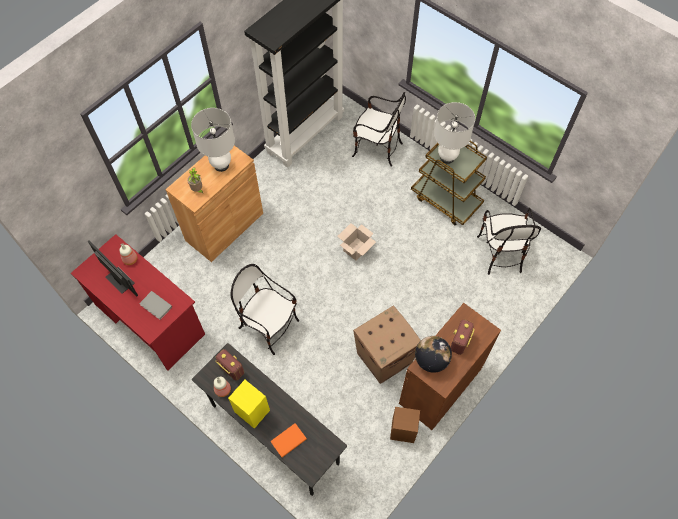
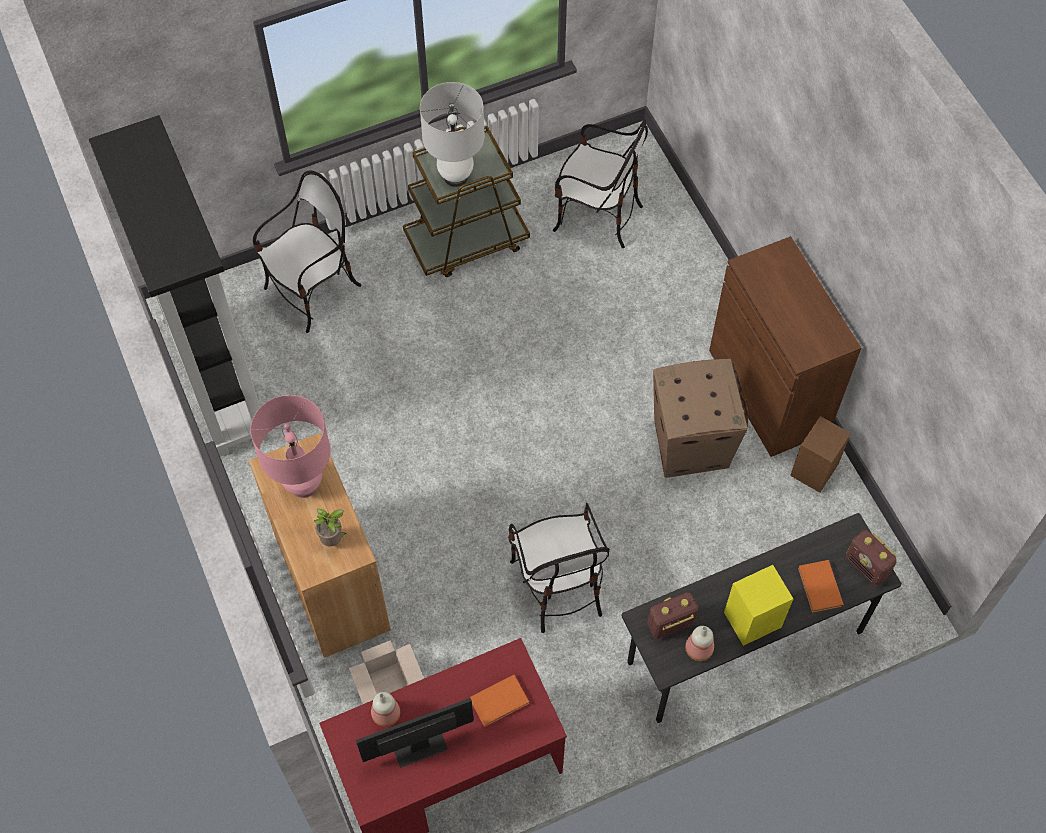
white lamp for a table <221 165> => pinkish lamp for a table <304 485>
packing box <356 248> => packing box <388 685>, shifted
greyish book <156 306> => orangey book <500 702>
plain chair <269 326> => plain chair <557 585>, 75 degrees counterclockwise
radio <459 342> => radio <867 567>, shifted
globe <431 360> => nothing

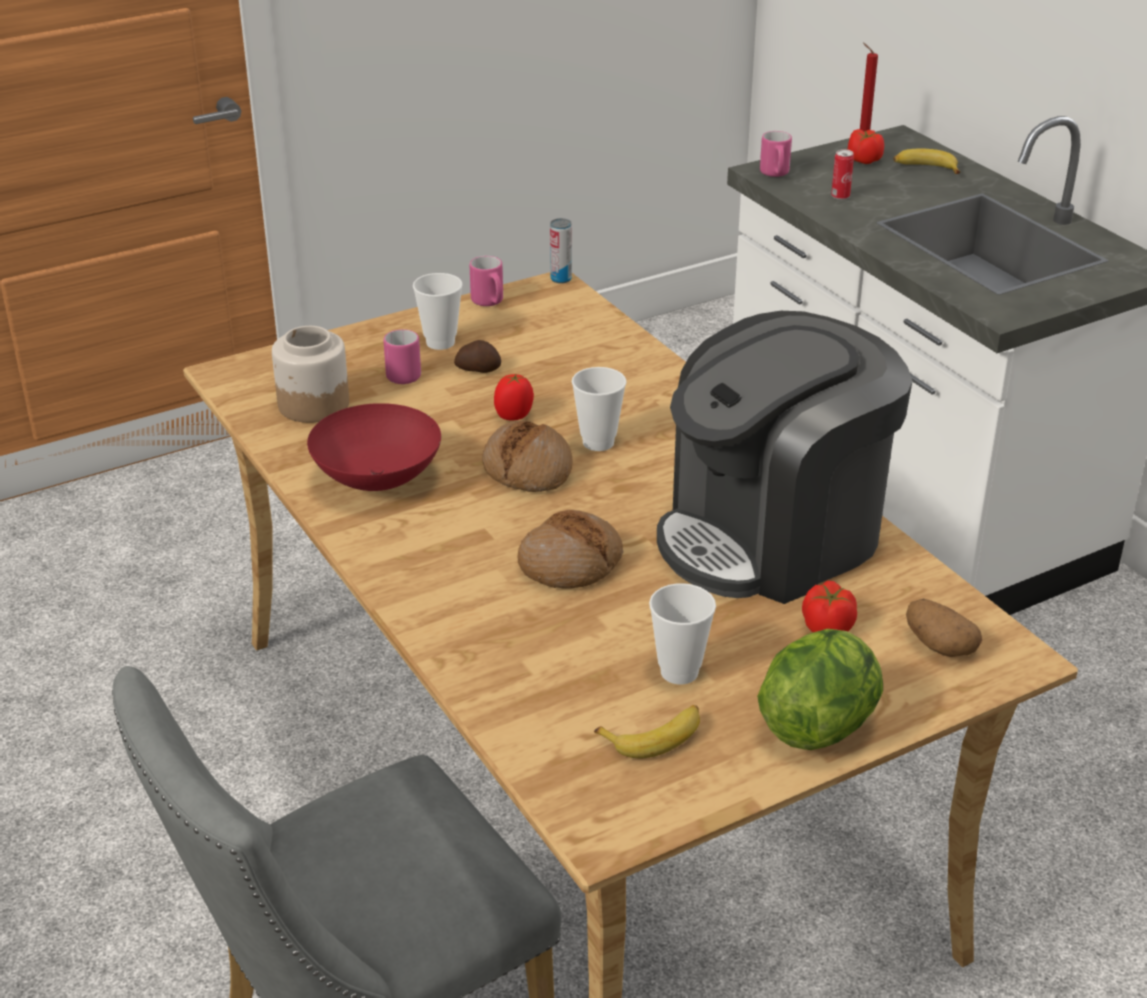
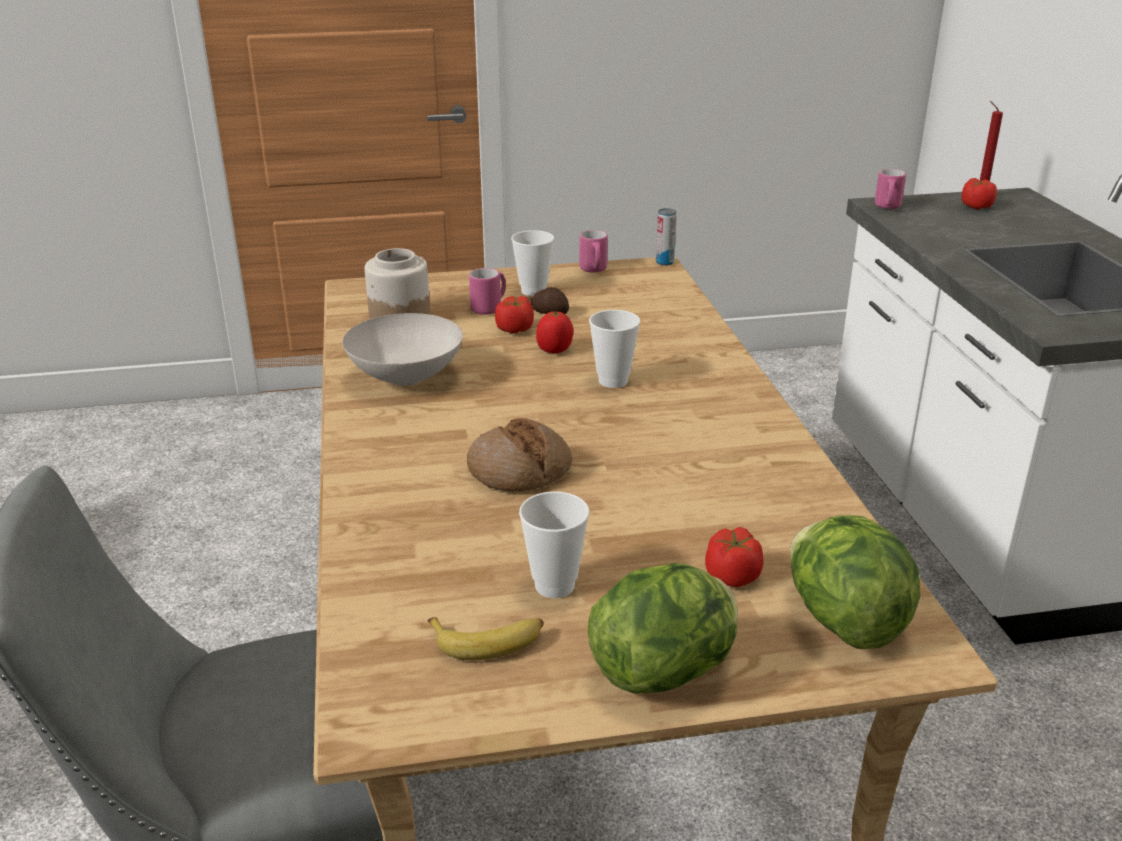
red deep dish <379 480> => white deep dish <407 378>
nothing => tomato <515 329>
spud <938 645> => lettuce head <842 620>
baked bread <528 469> => nothing
coffee brewer <773 537> => nothing
metal can <840 197> => nothing
banana fruit <925 168> => nothing

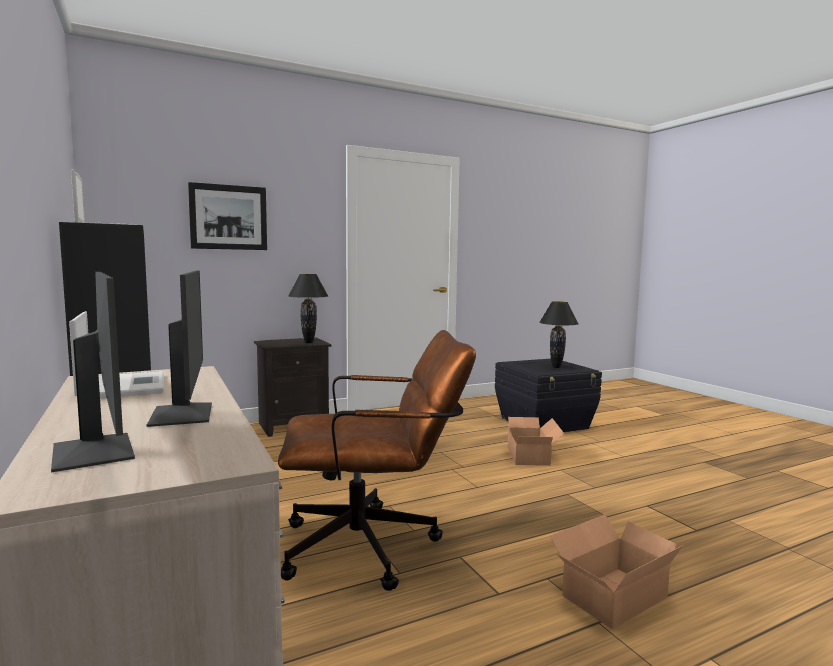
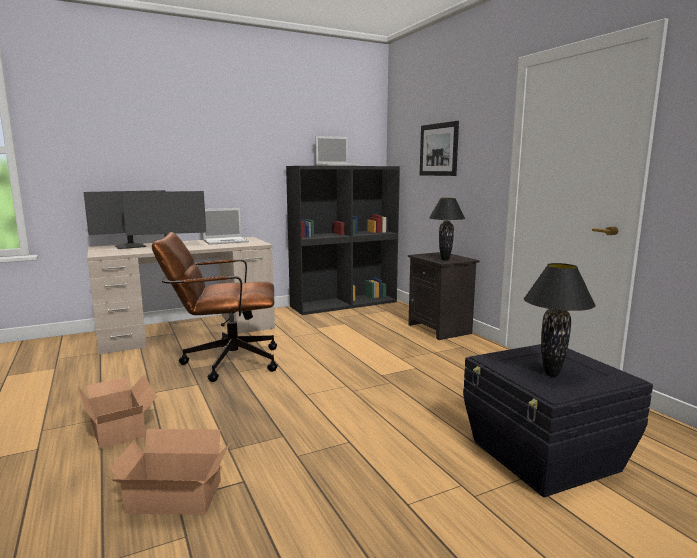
packing box <530 455> => packing box <175 498>, shifted
brown desk chair <374 546> => brown desk chair <223 362>, 90 degrees clockwise

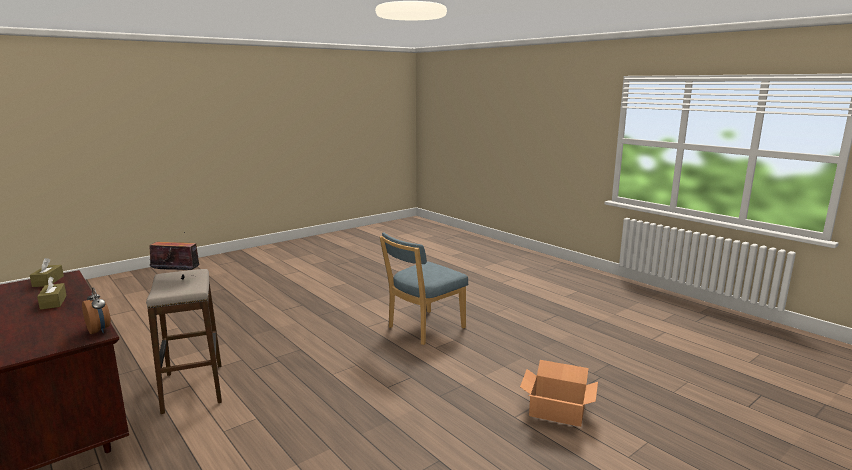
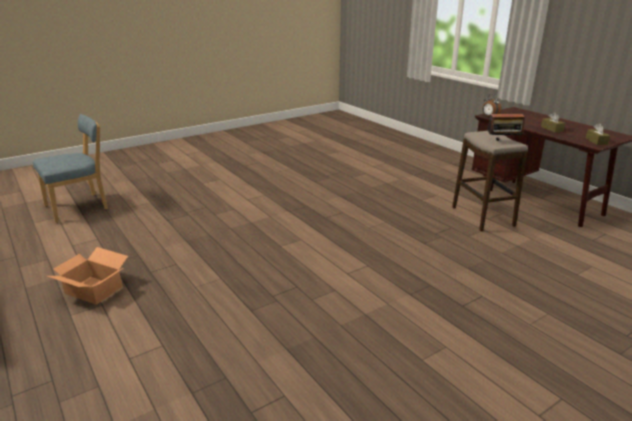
blue plain chair <423 328> => blue plain chair <80 207>, shifted
packing box <556 410> => packing box <93 290>, shifted

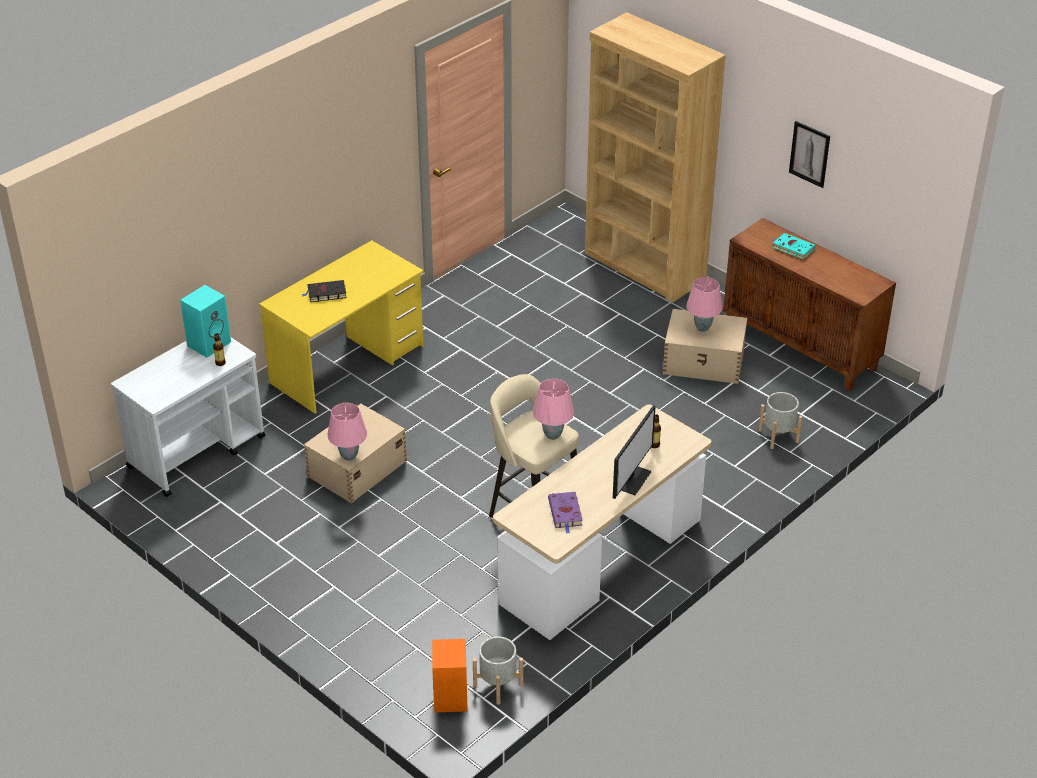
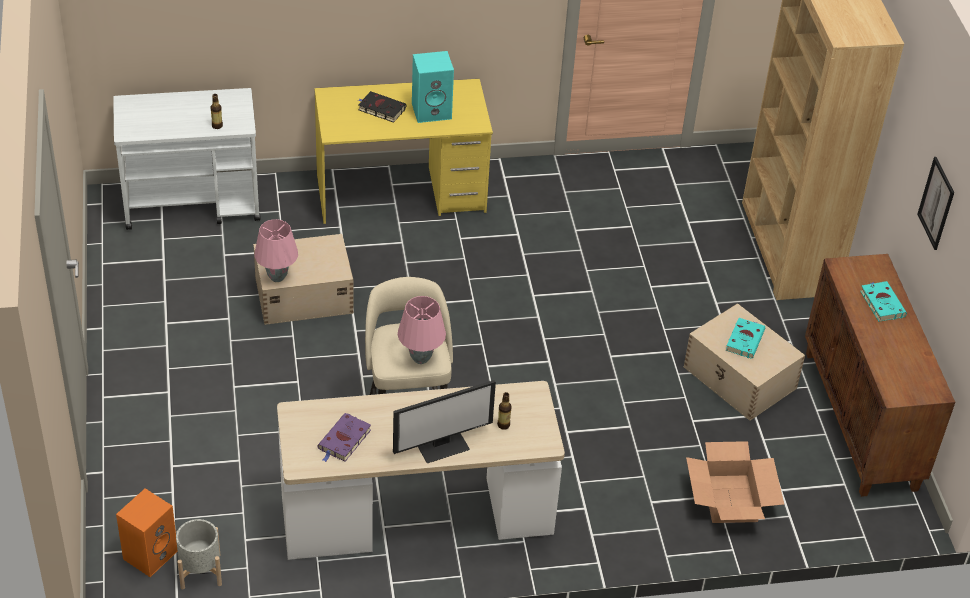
turquoise audio speaker <209 343> => turquoise audio speaker <432 110>, shifted
greyish plant pot <778 436> => packing box <730 499>
pinkish lamp for a table <702 328> => turquoise book <745 339>

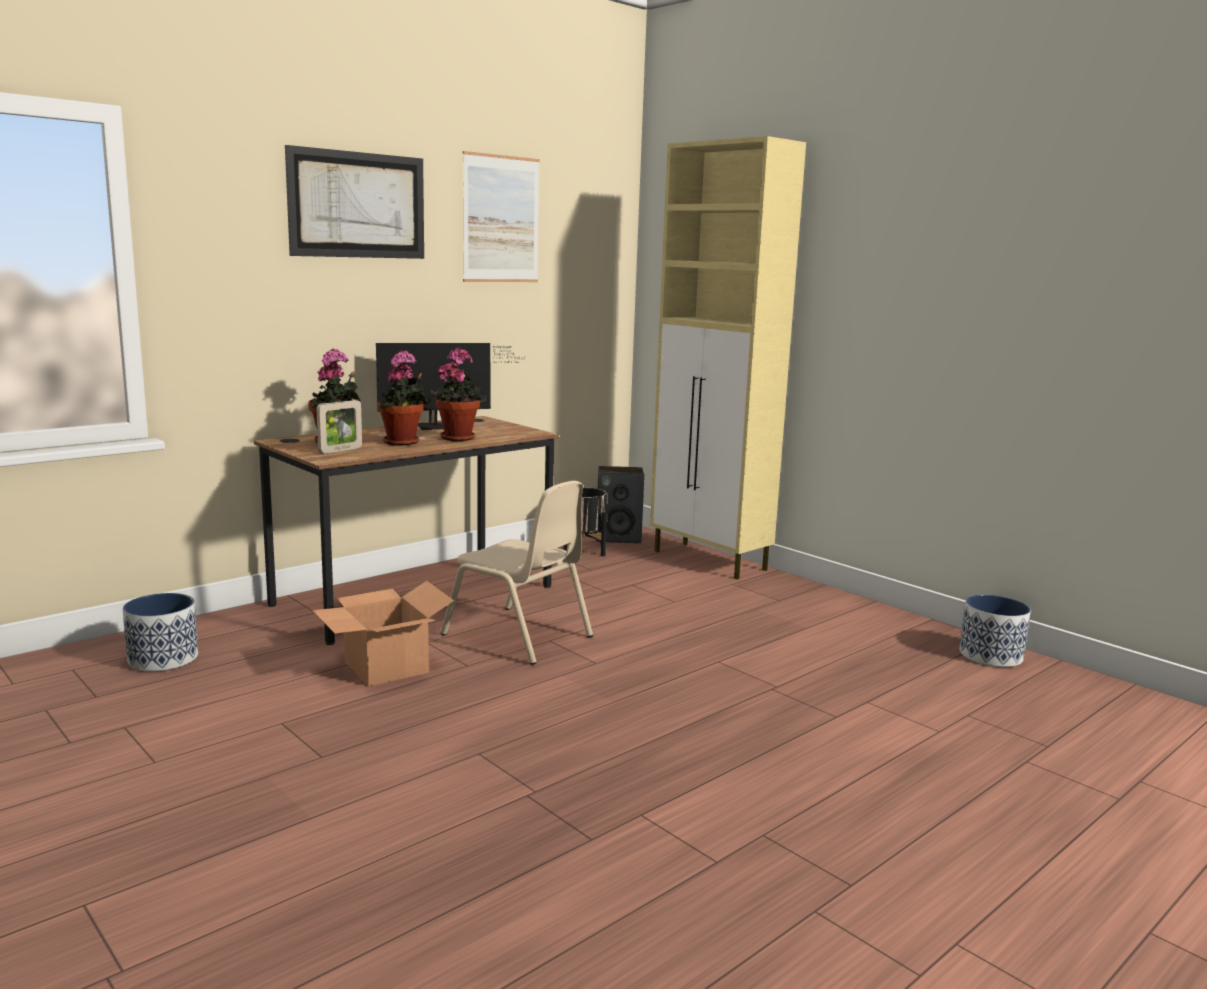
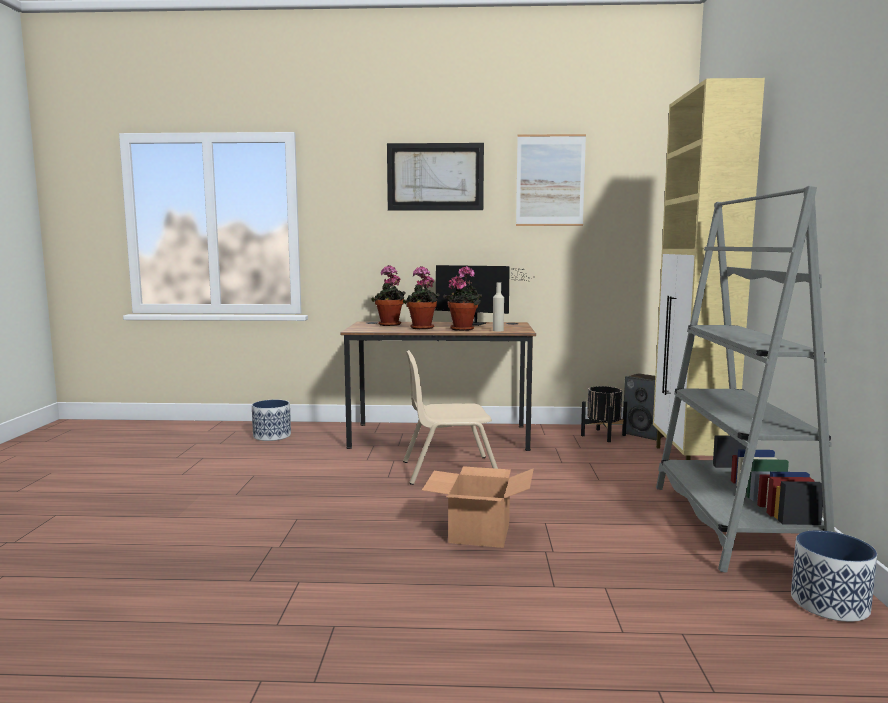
beige-coloured plain chair <518 635> => beige-coloured plain chair <449 470>, 90 degrees clockwise
packing box <387 667> => packing box <480 533>, shifted
nothing => beige-coloured bottle <498 330>
nothing => greyish shelving unit <733 524>
standing frame <340 450> => nothing

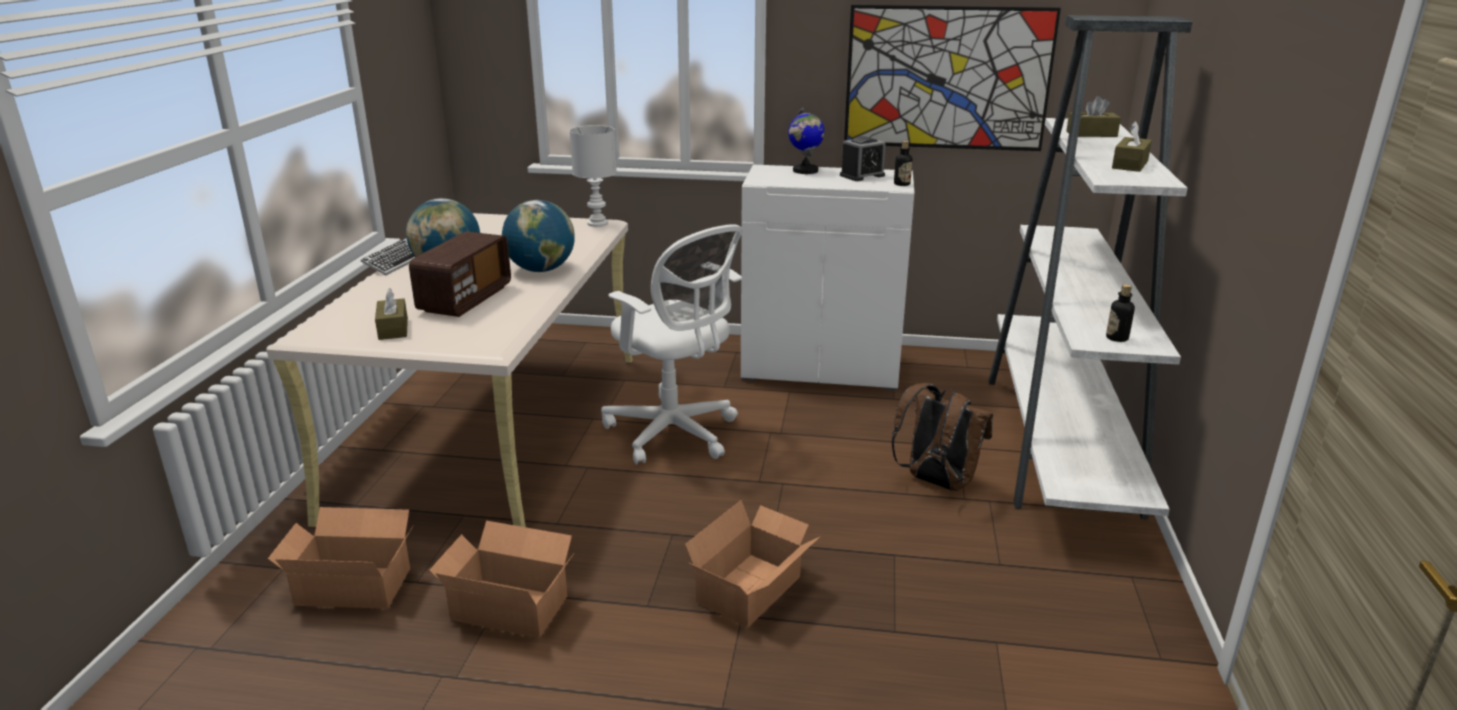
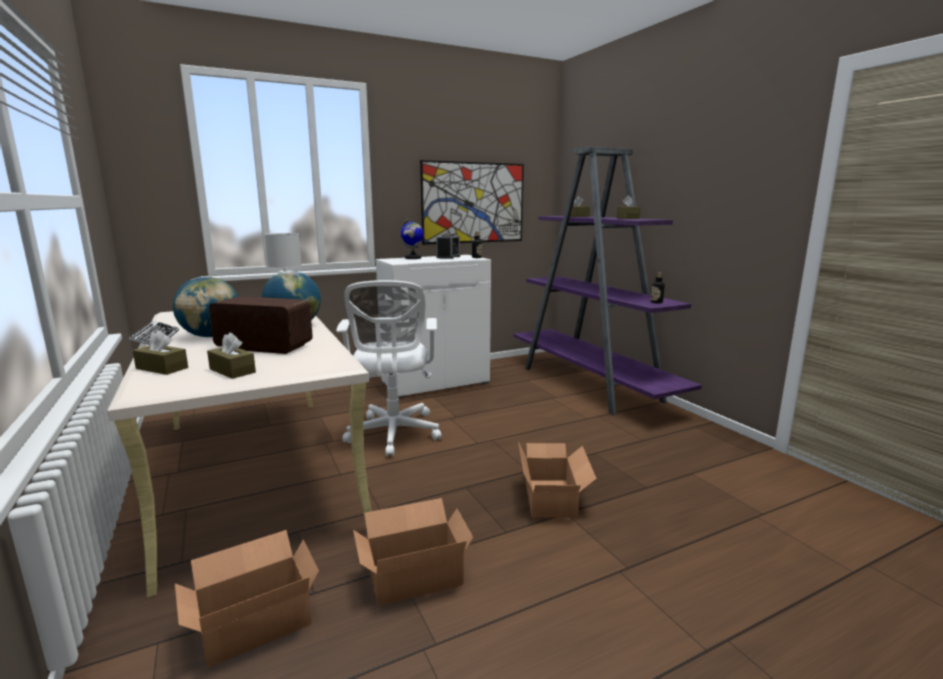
nothing => brown box of tissues <162 368>
radio <465 299> => radio <264 347>, 60 degrees counterclockwise
white desk chair <675 434> => white desk chair <393 435>, 75 degrees clockwise
white shelving unit <1059 444> => purple shelving unit <591 385>
brown knapsack <936 482> => nothing

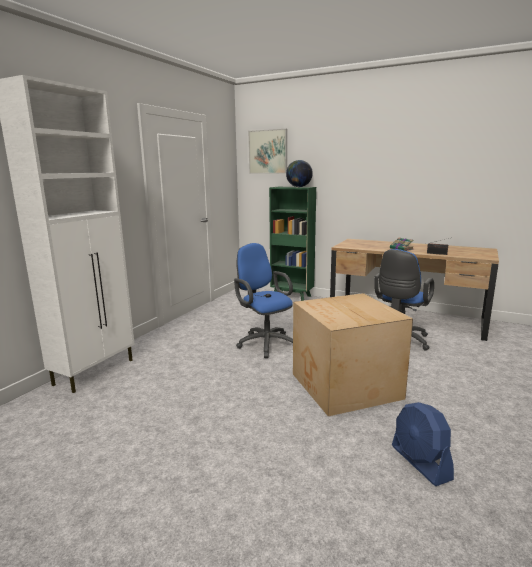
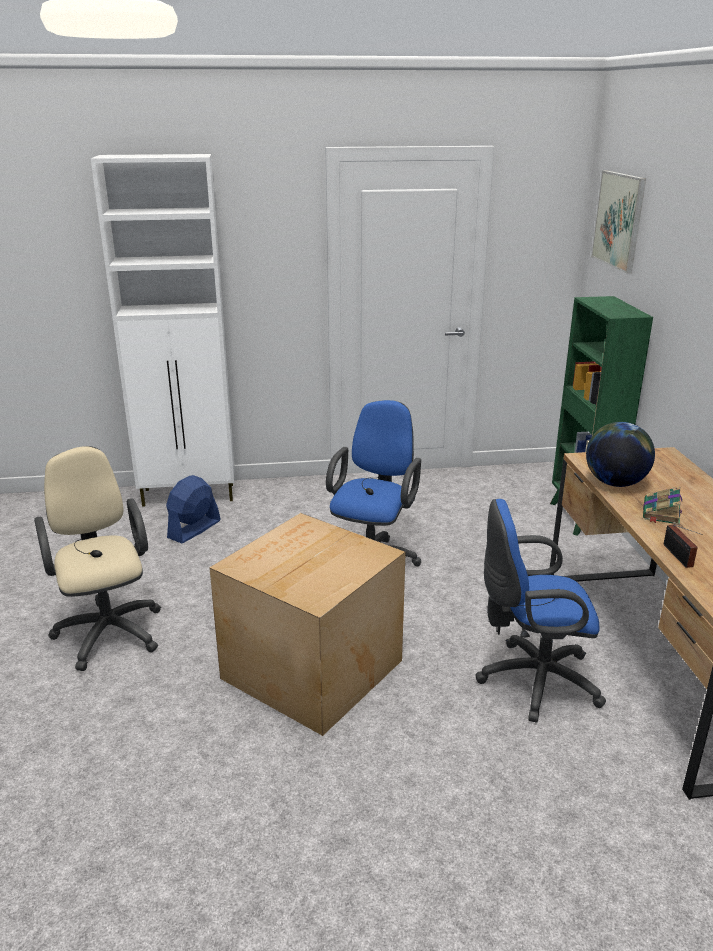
nothing => beige-coloured desk chair <108 629>
blue cooling fan <420 462> => blue cooling fan <194 529>, shifted
globe <299 187> => globe <615 483>, shifted

